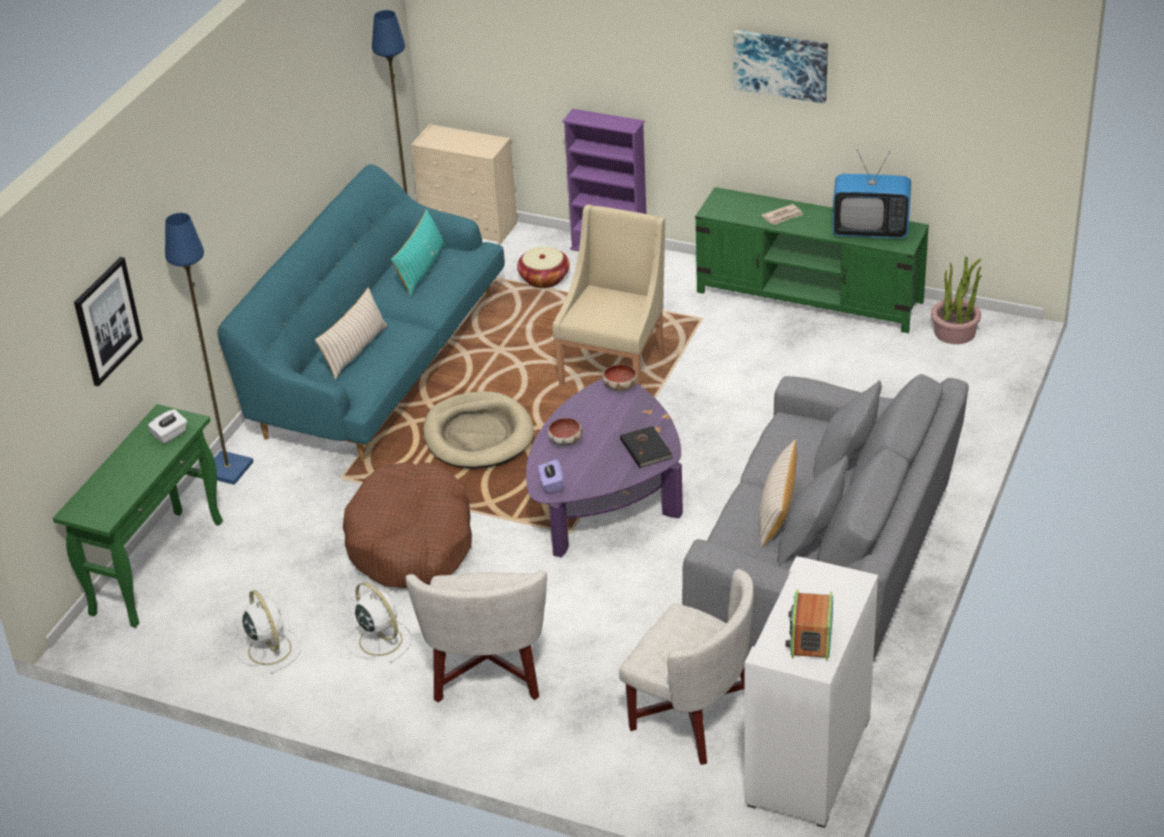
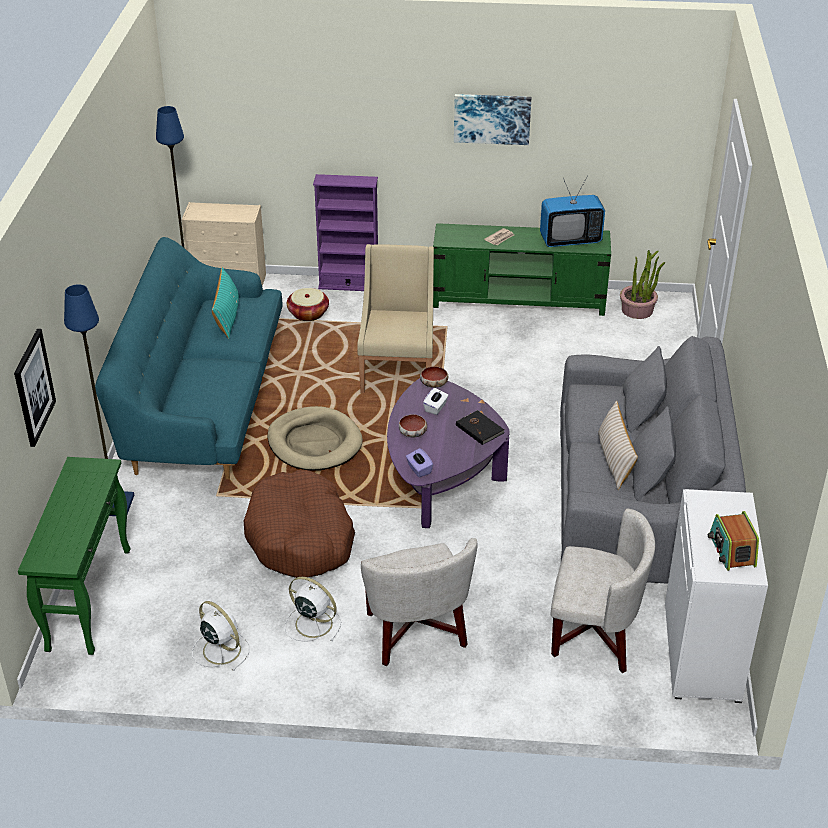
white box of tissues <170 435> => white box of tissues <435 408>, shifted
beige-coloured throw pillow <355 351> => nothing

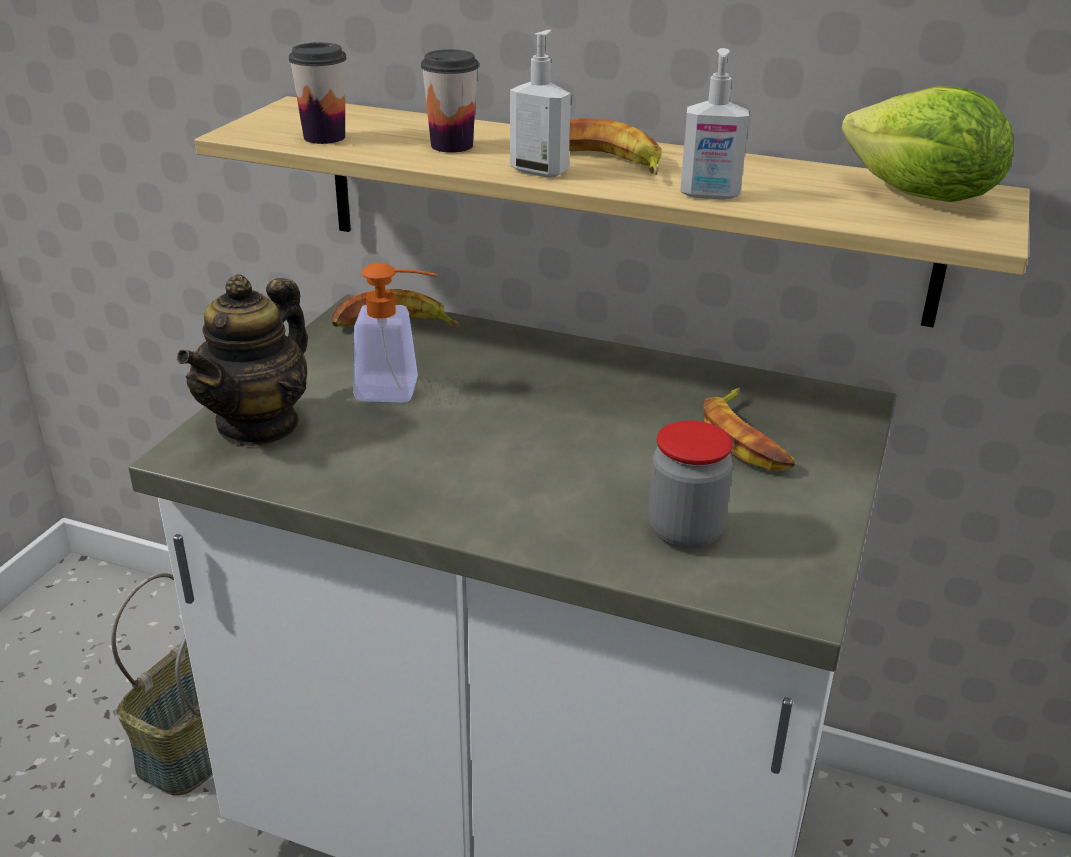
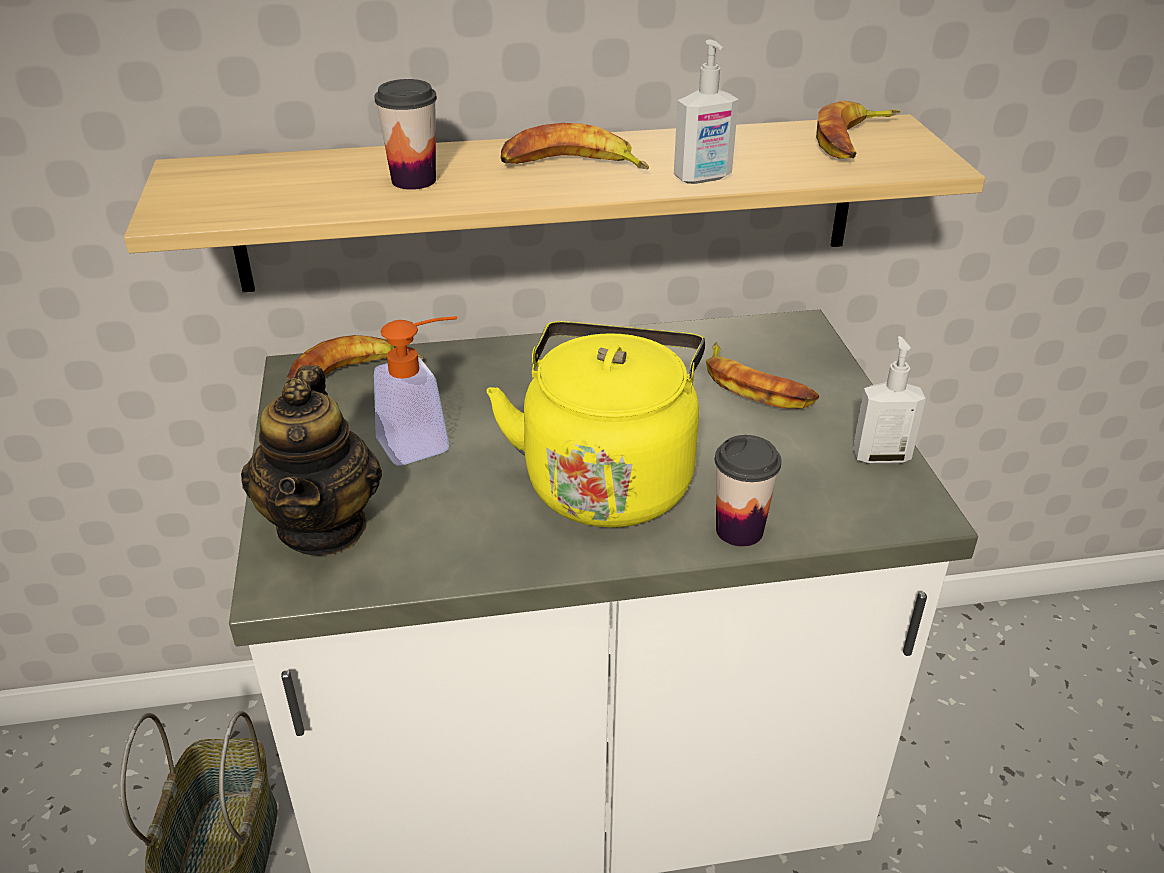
nothing => yellowish tea kettle <608 479>
cup <324 137> => cup <739 530>, shifted
lettuce head <920 197> => banana fruit <854 141>
soap dispenser <540 171> => soap dispenser <880 456>, shifted
preserve jar <685 532> => nothing

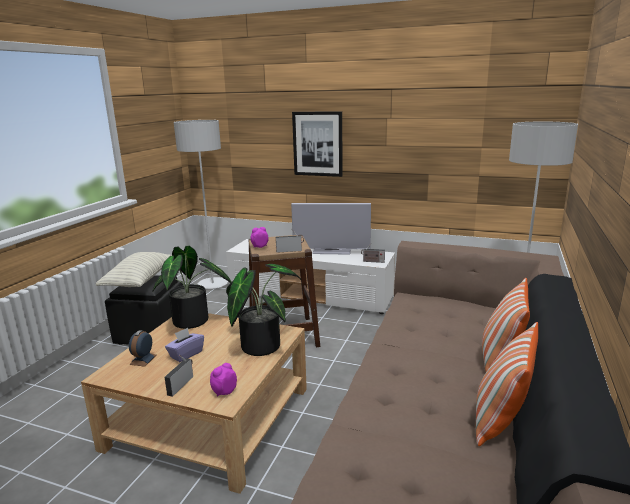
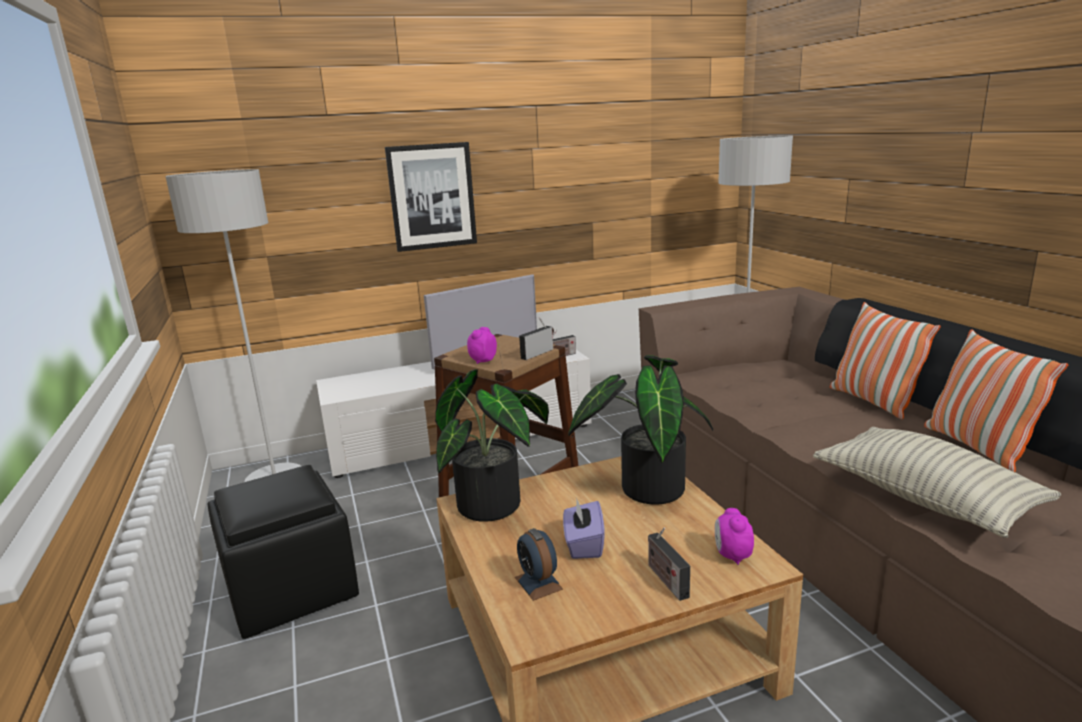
throw pillow <140 280> => throw pillow <924 499>, shifted

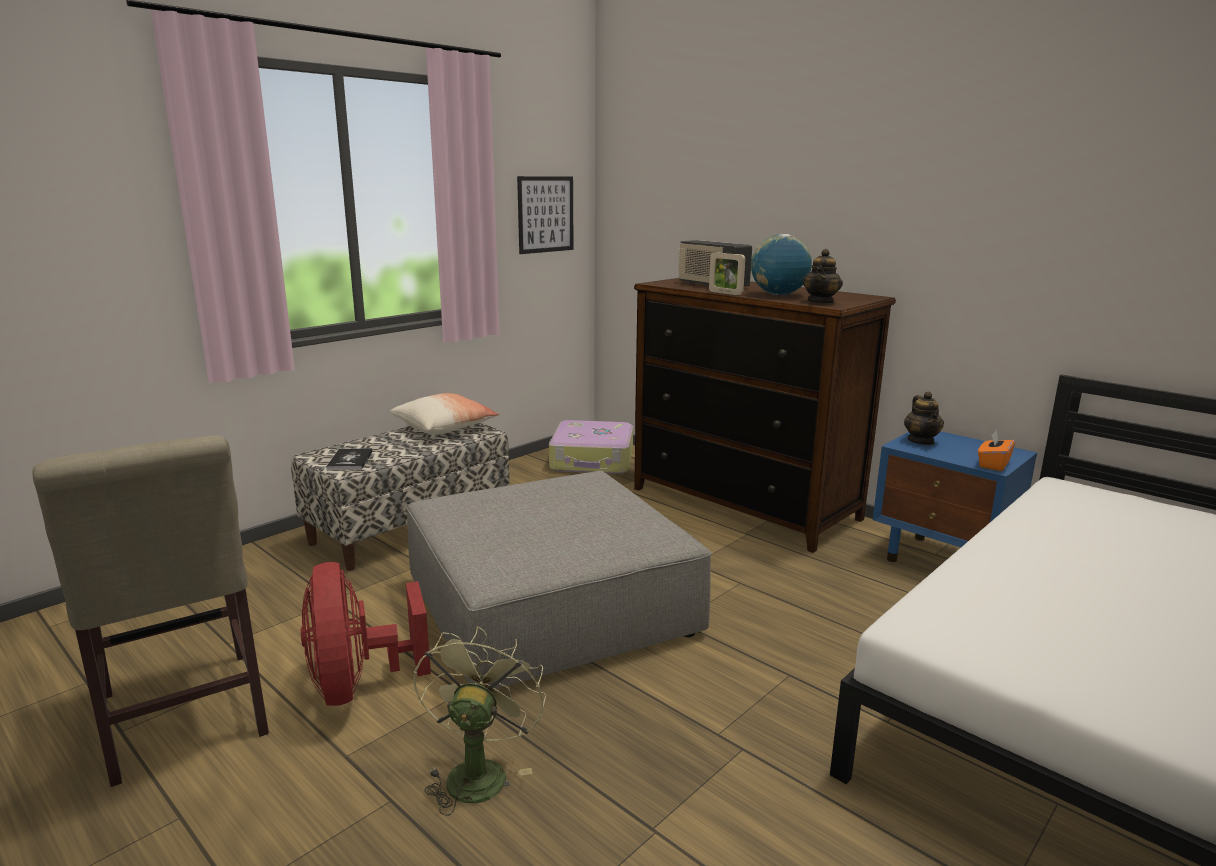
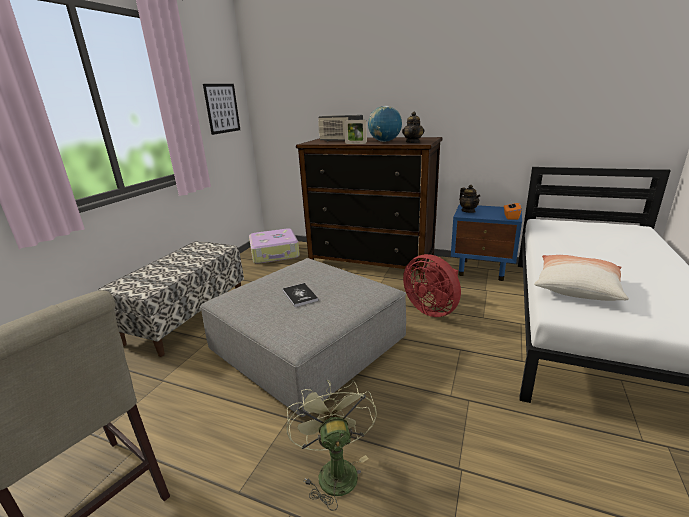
book <350 460> => book <300 295>, shifted
red cooling fan <358 685> => red cooling fan <432 309>, shifted
throw pillow <445 427> => throw pillow <576 288>, shifted

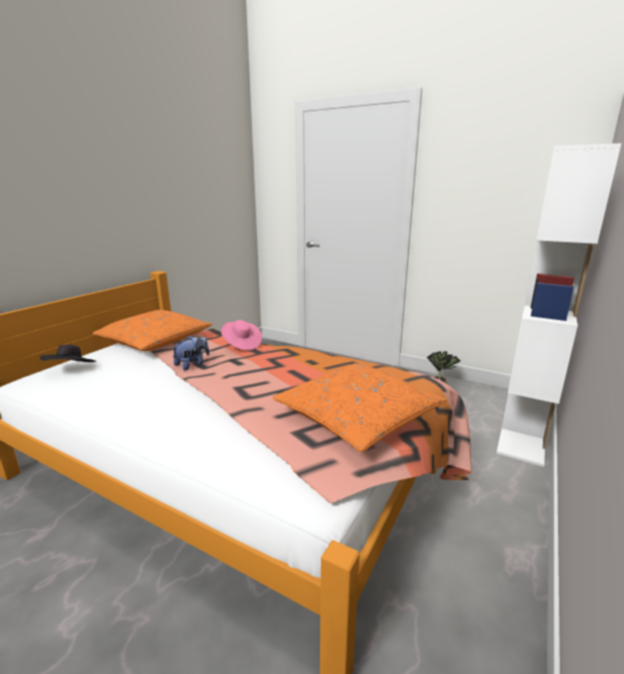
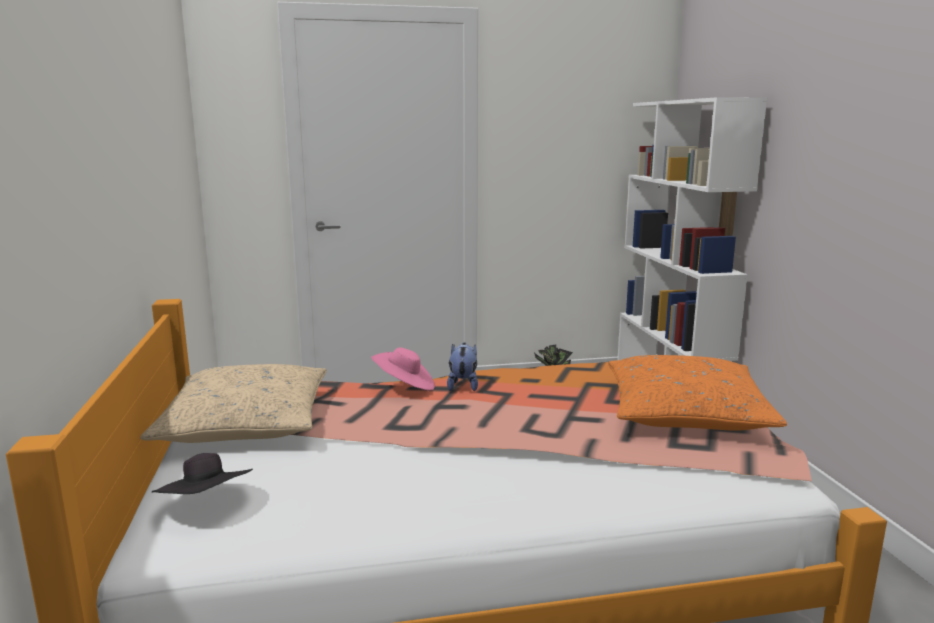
orangey throw pillow <155 341> => beige-coloured throw pillow <246 423>
cuddly toy <192 364> => cuddly toy <463 385>, shifted

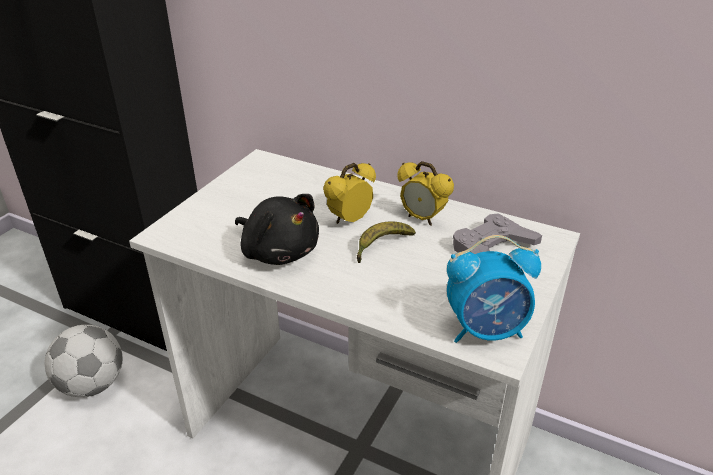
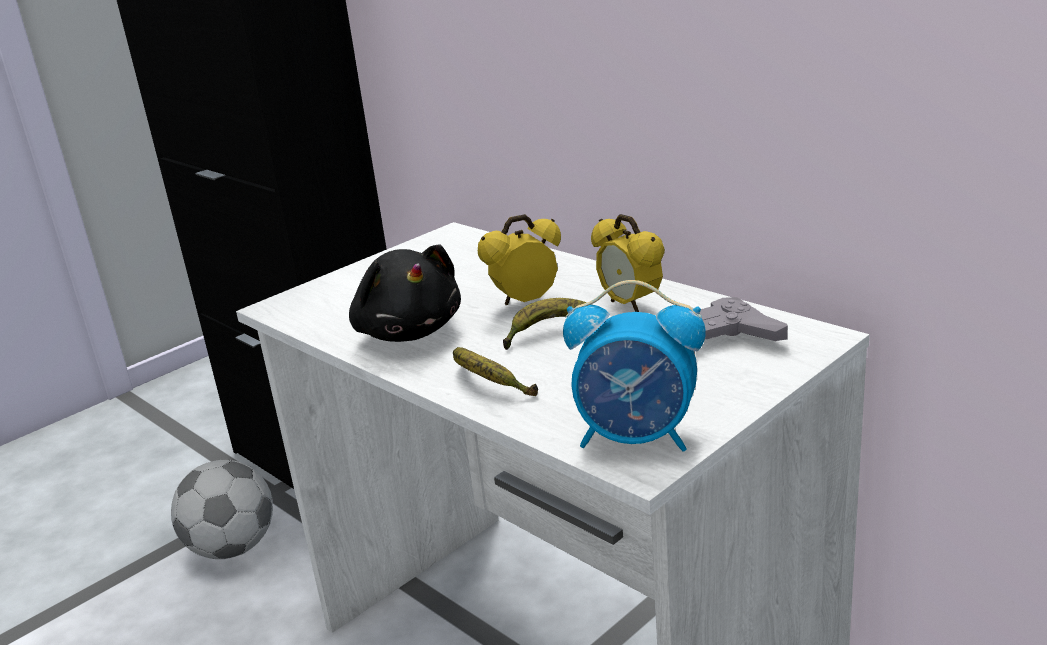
nothing => banana fruit <488 384>

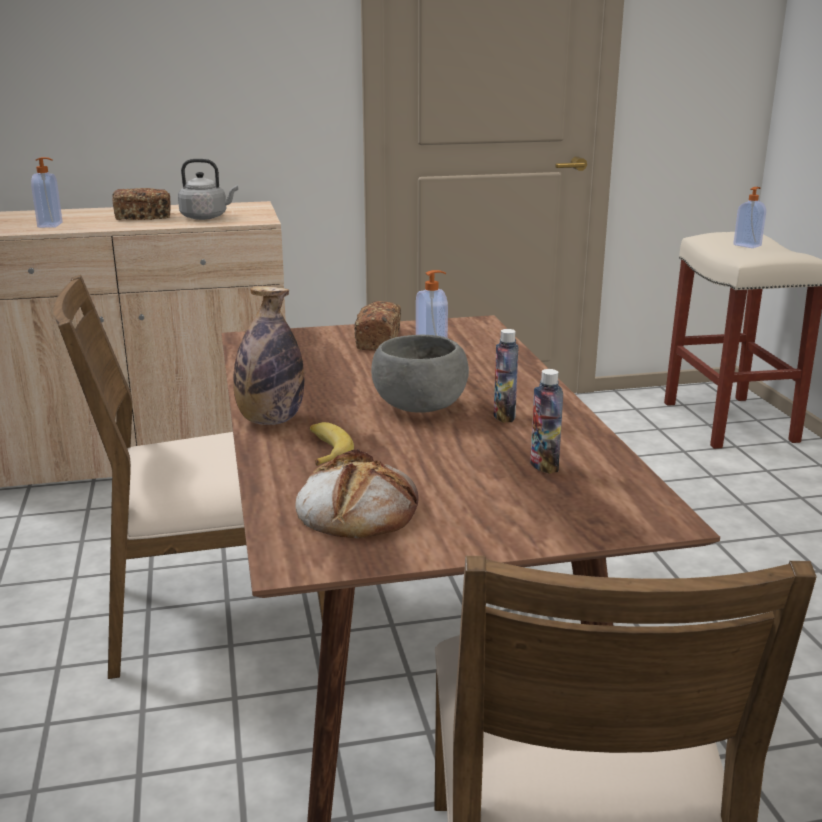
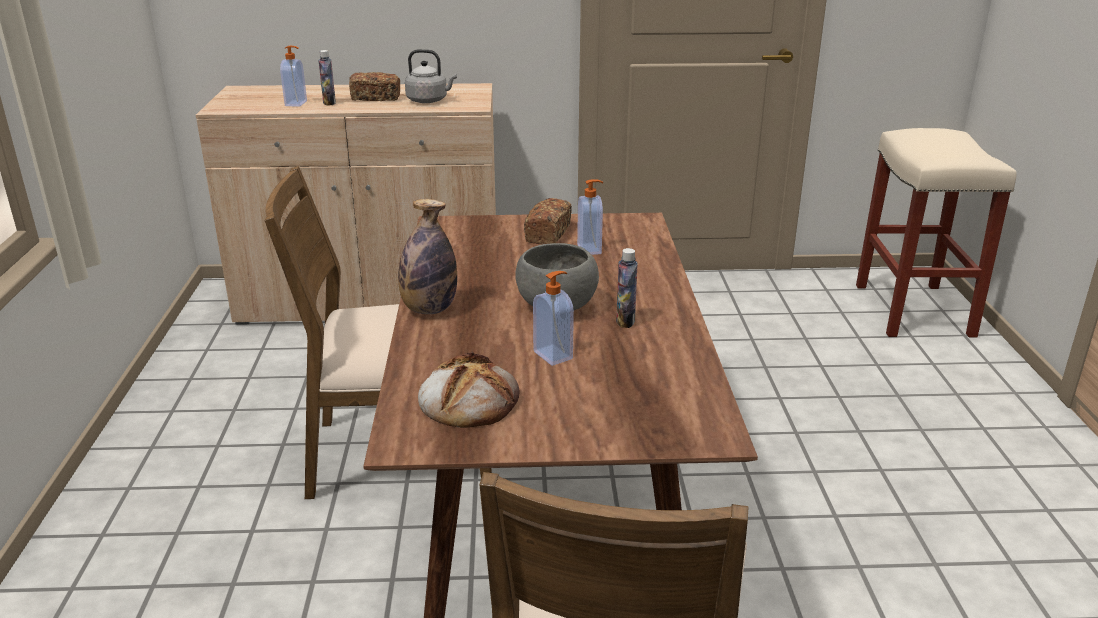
bottle <544 466> => bottle <329 103>, shifted
soap dispenser <747 245> => soap dispenser <554 355>, shifted
banana fruit <326 451> => nothing

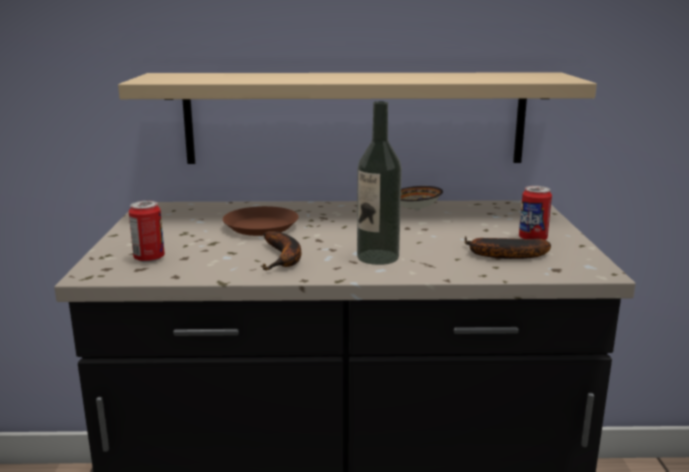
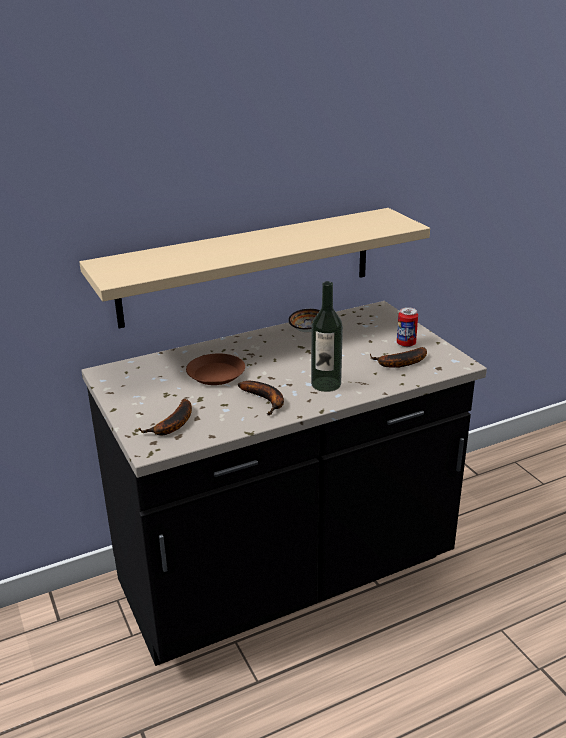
metal can <149 258> => banana fruit <172 425>

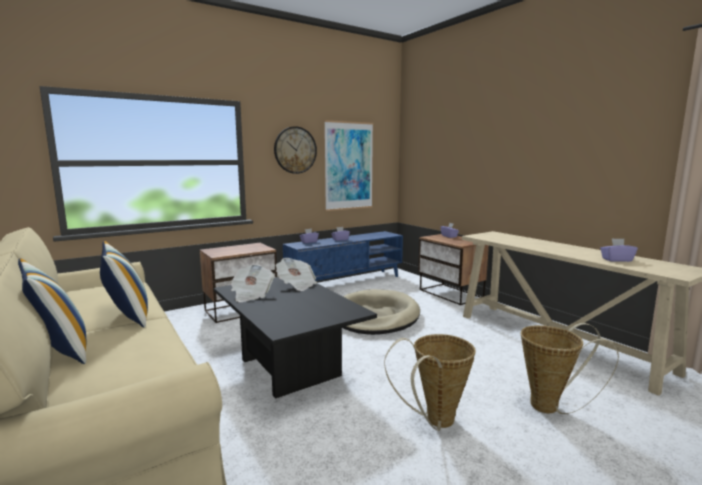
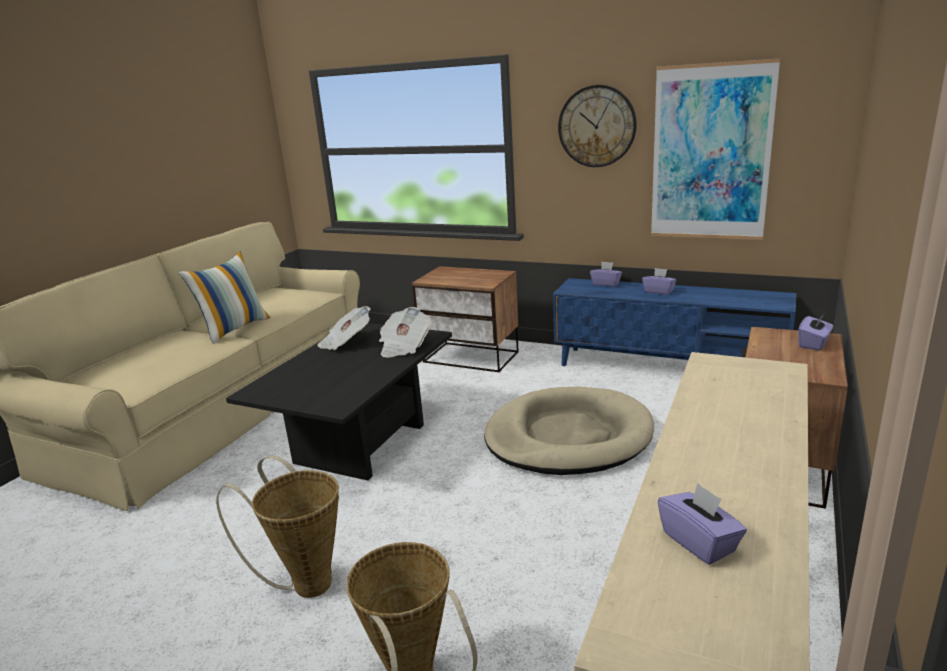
throw pillow <58 351> => nothing

